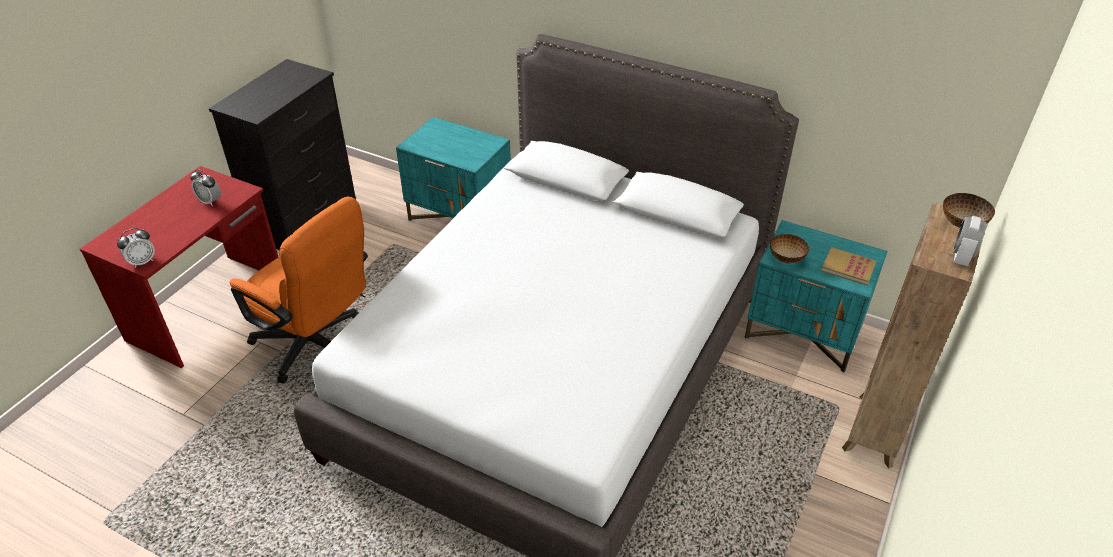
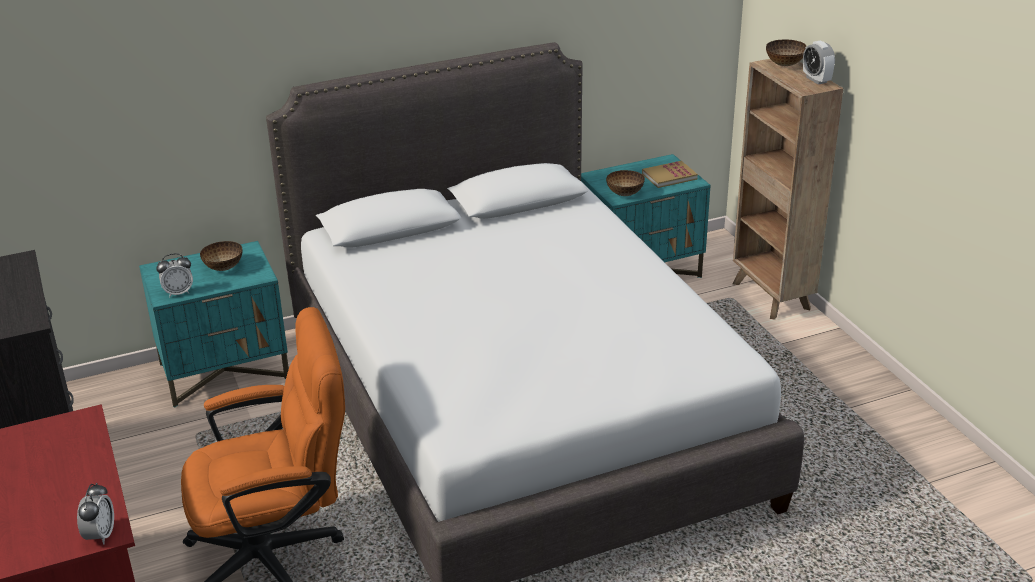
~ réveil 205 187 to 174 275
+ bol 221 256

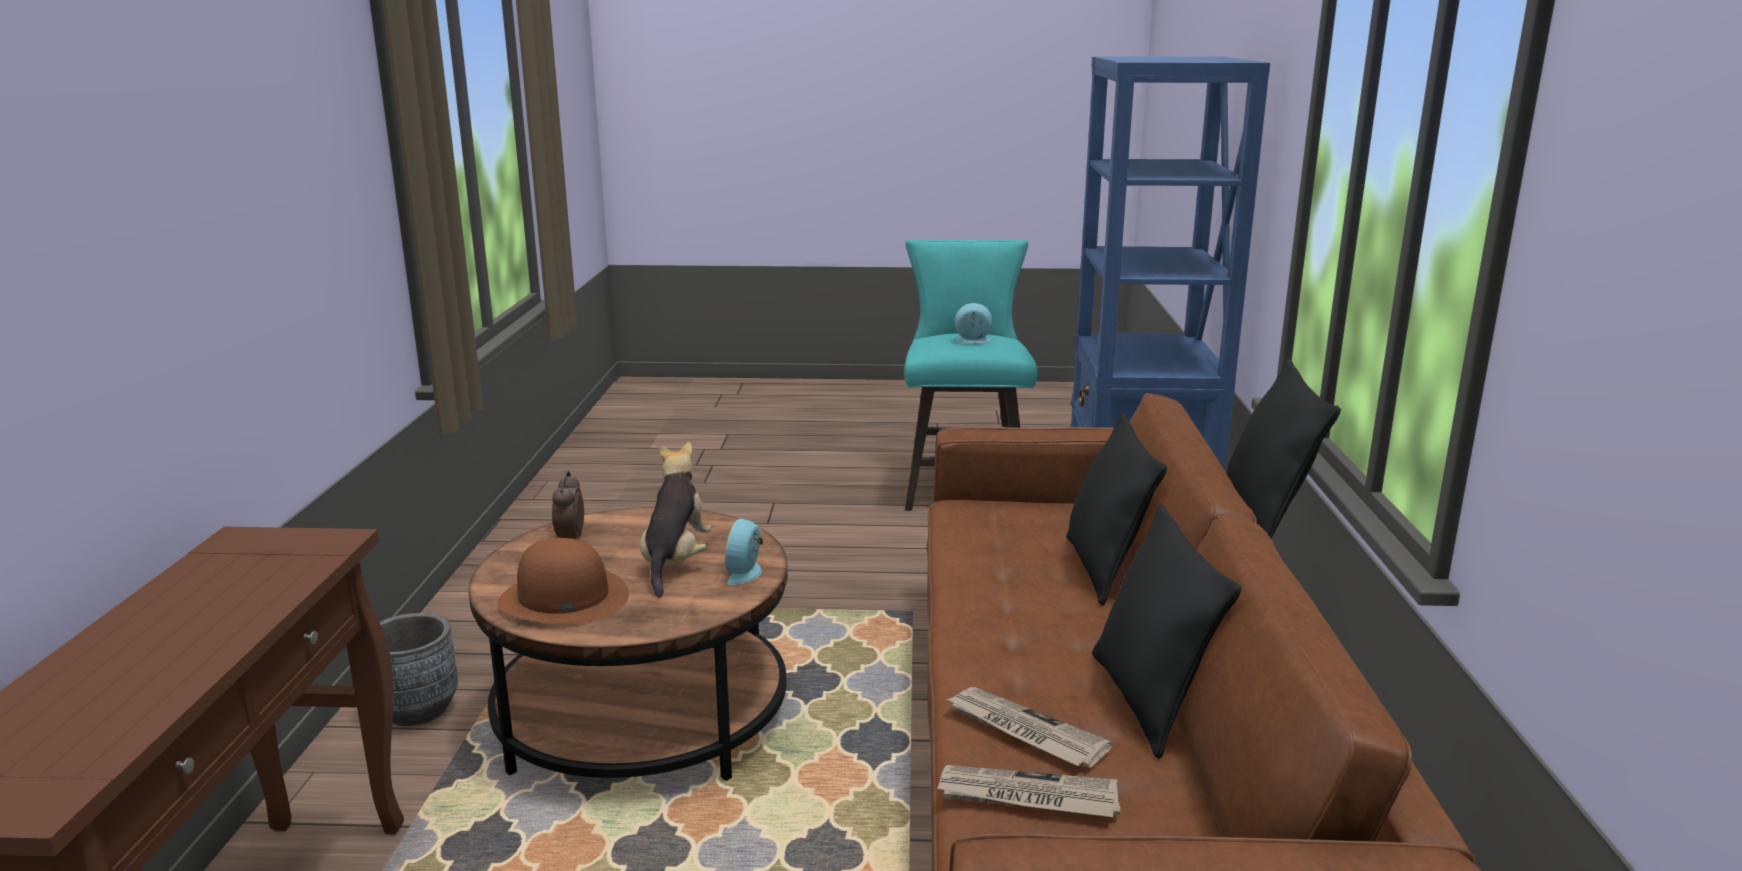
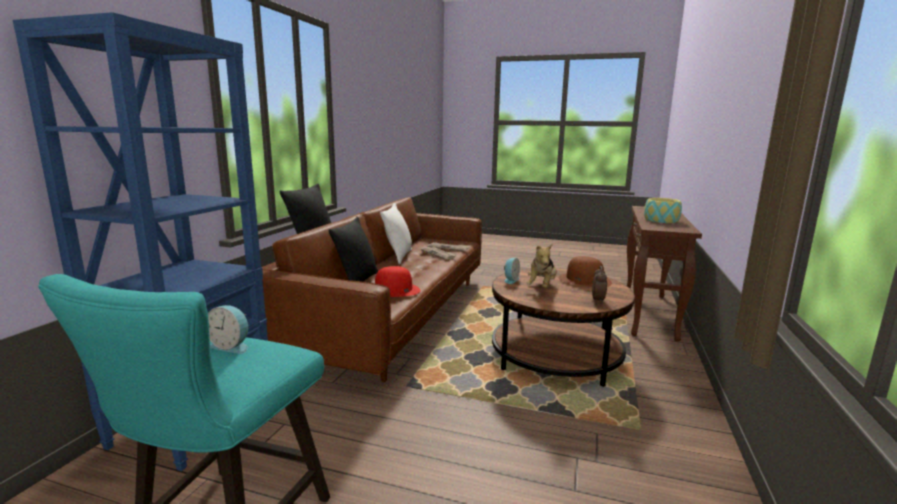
- cache-pot (gris) 419 669
~ coussin (noir) 1167 631 to coussin (blanc) 396 233
+ chapeau (rouge) 398 281
+ bol 663 210

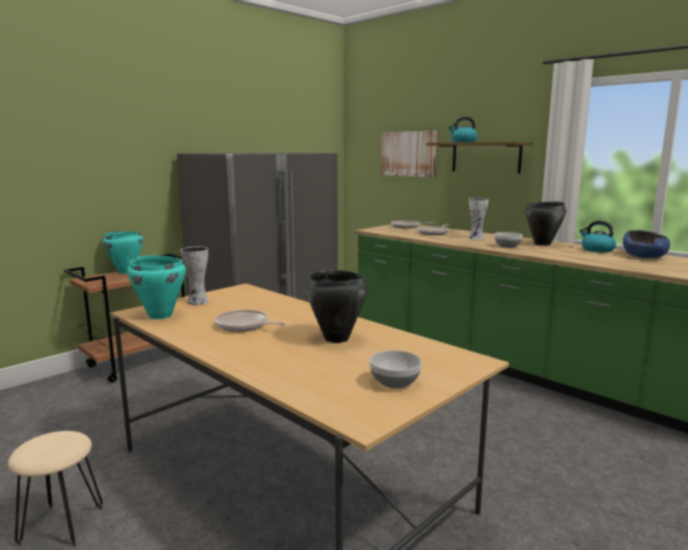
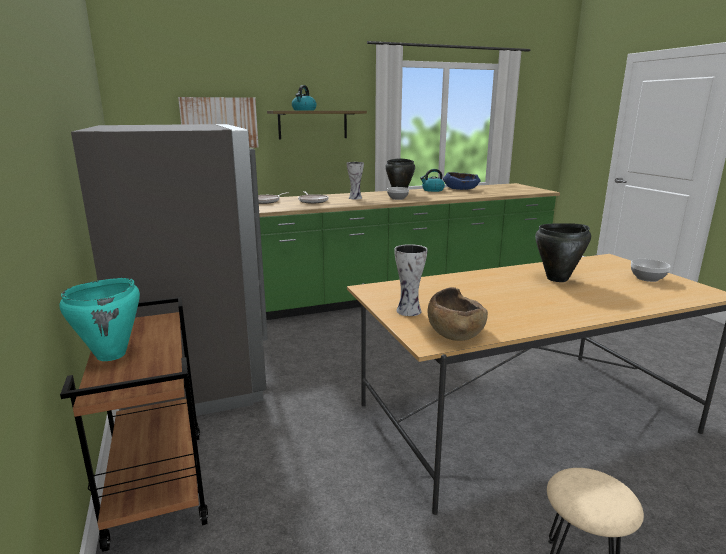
~ marmite (turquoise) 156 287 to bol (marron) 458 314
- poêle 250 321

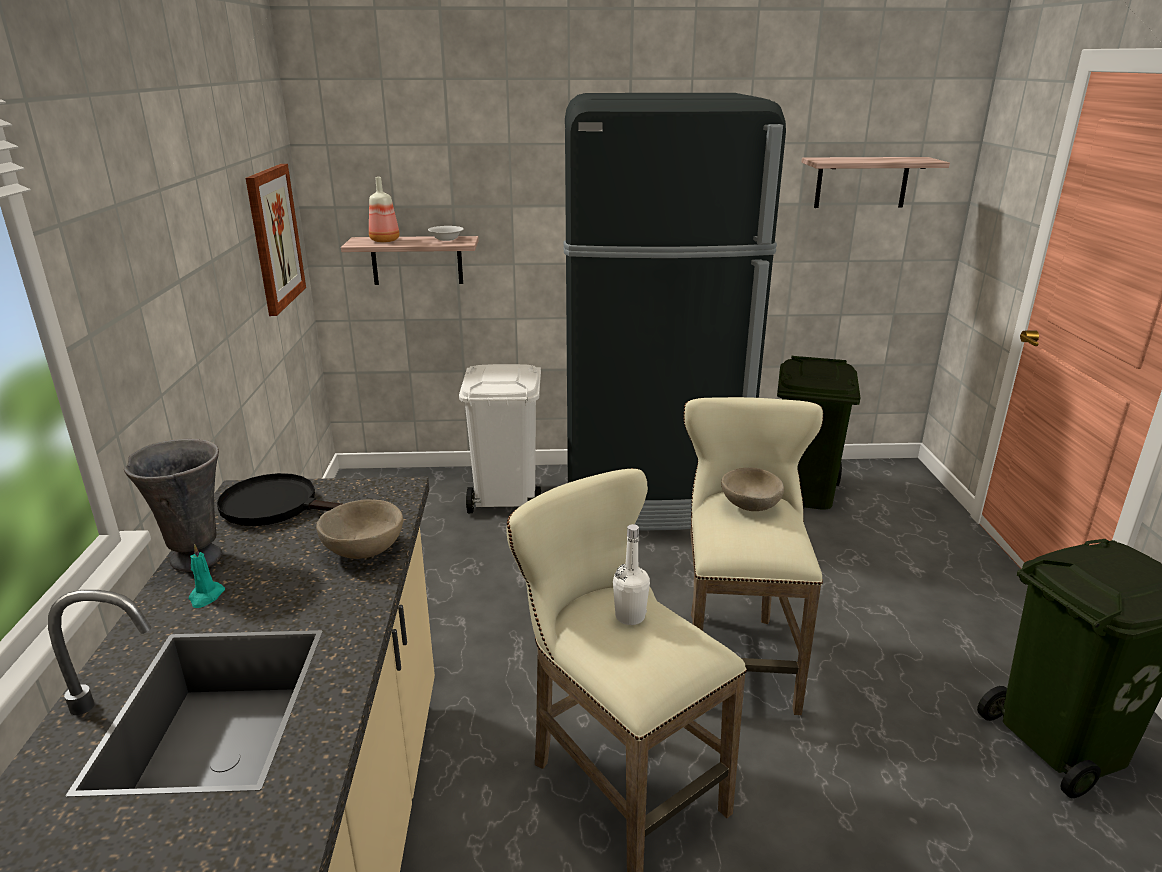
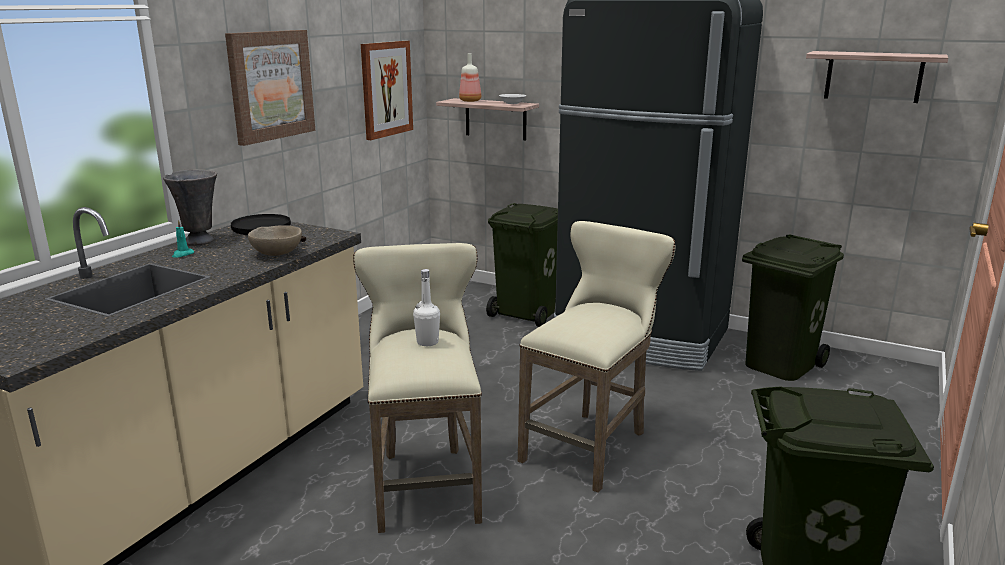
~ poubelle (blanc) 500 438 to poubelle (vert) 522 265
- bol (beige) 752 489
+ tableau 270 88

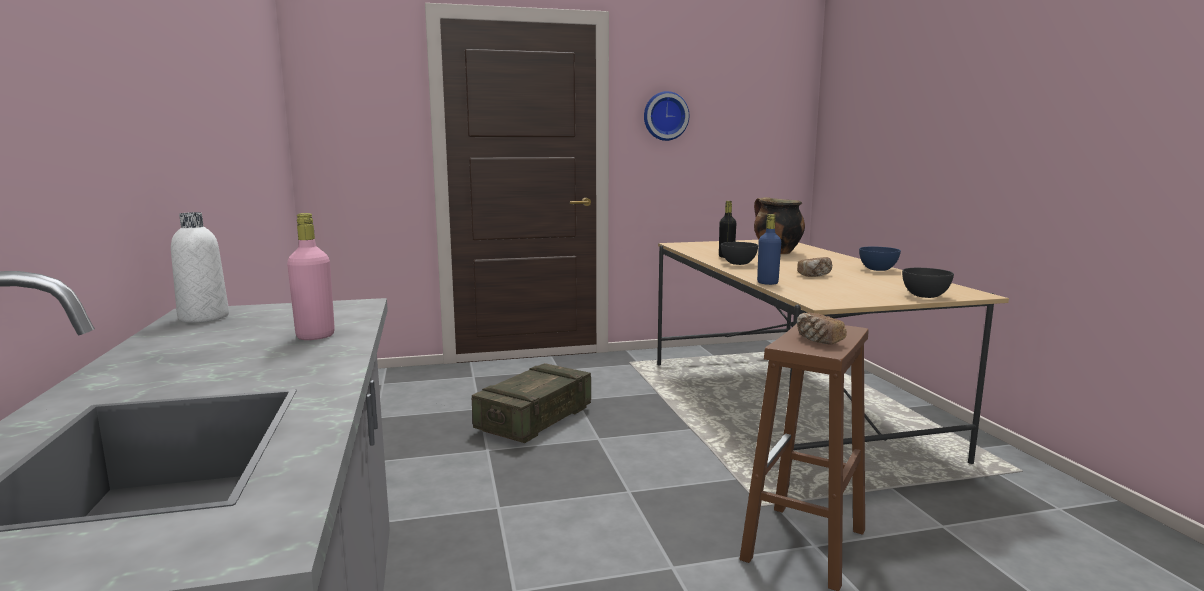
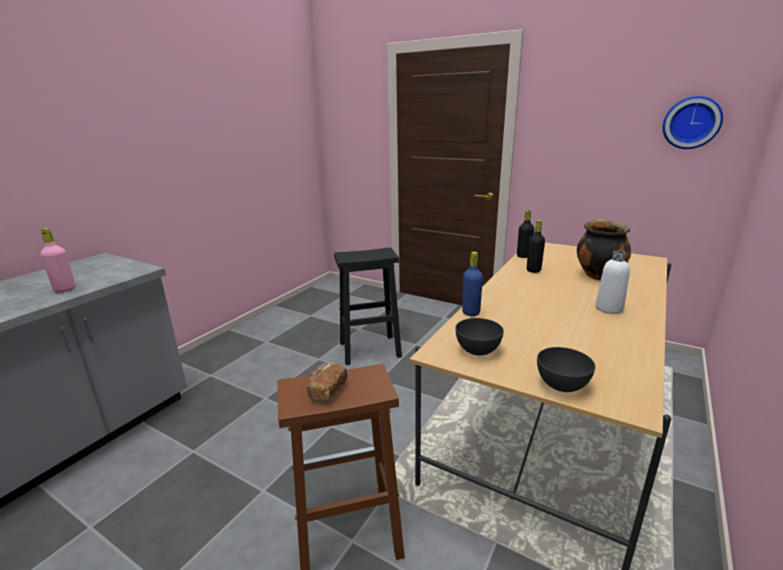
~ bouteille (blanc) 200 267 to 612 282
~ caisse 531 403 to tabouret (noir) 368 306
~ horloge murale 666 116 to 693 122
~ bol (gris) 739 253 to 479 337
- pain 814 267
- bol (bleu) 880 259
+ bouteille (noir) 525 234

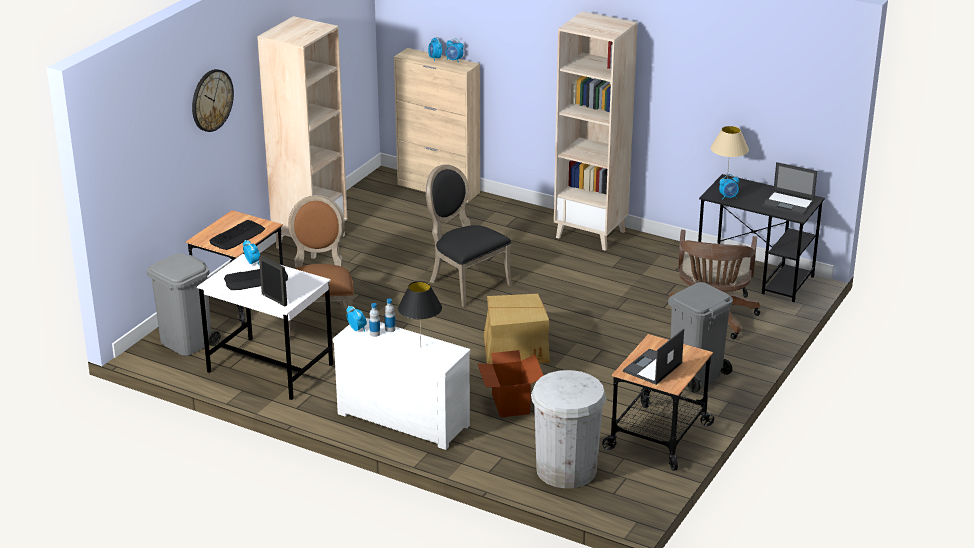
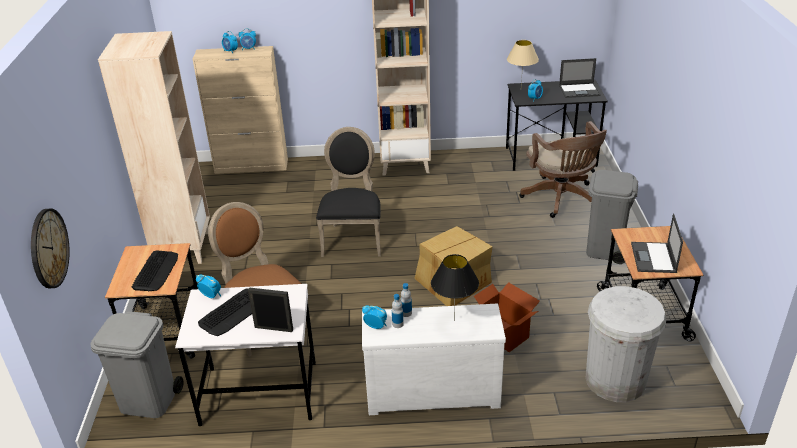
~ horloge murale 213 100 to 50 248
~ chaise (noir) 469 235 = 348 192 75 degrees clockwise

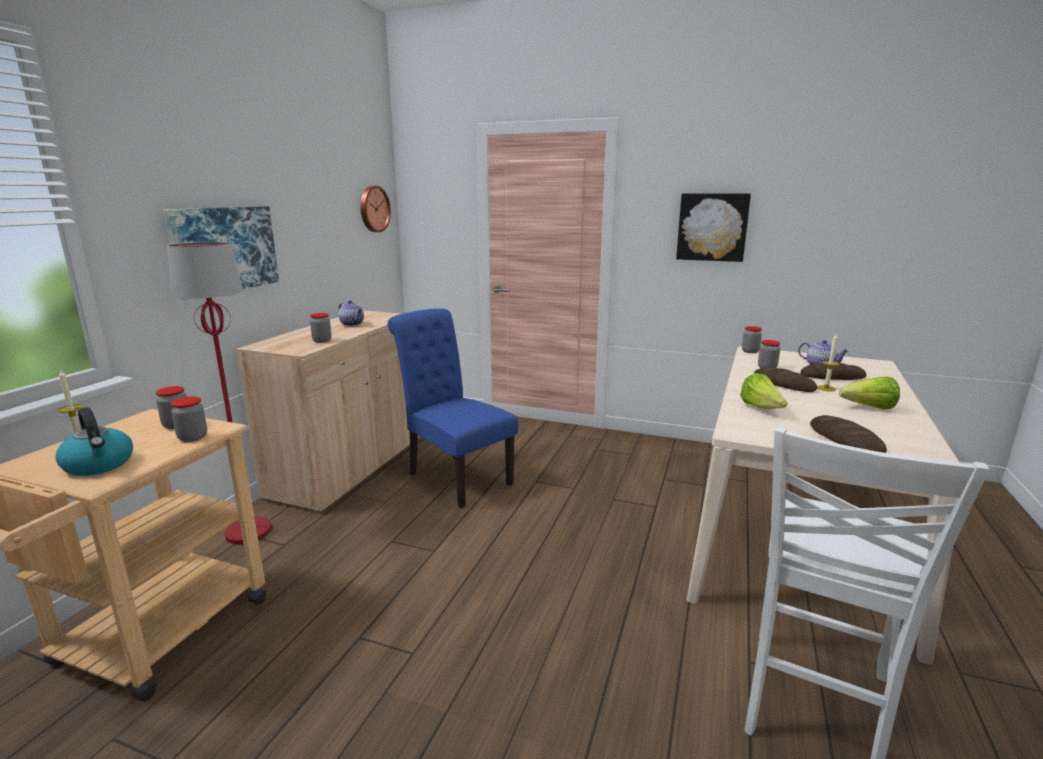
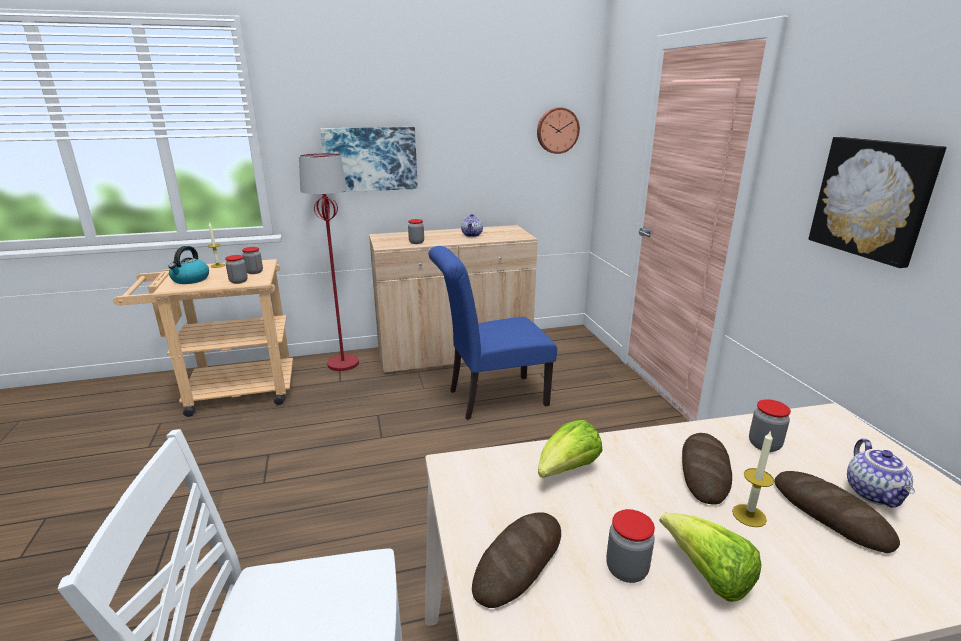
~ chaise (bleu) 453 408 = 493 333 120 degrees counterclockwise
~ bocal 752 339 to 630 546

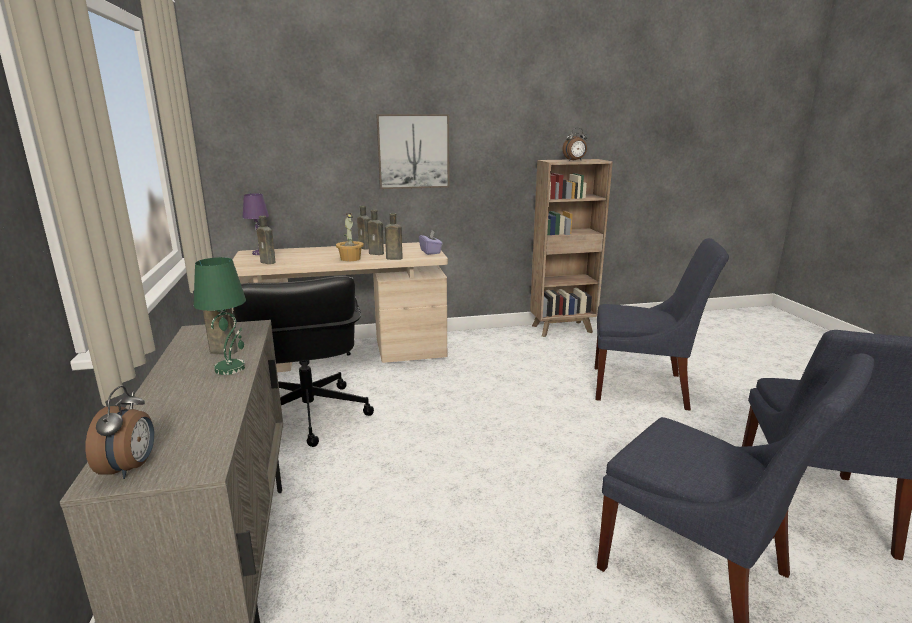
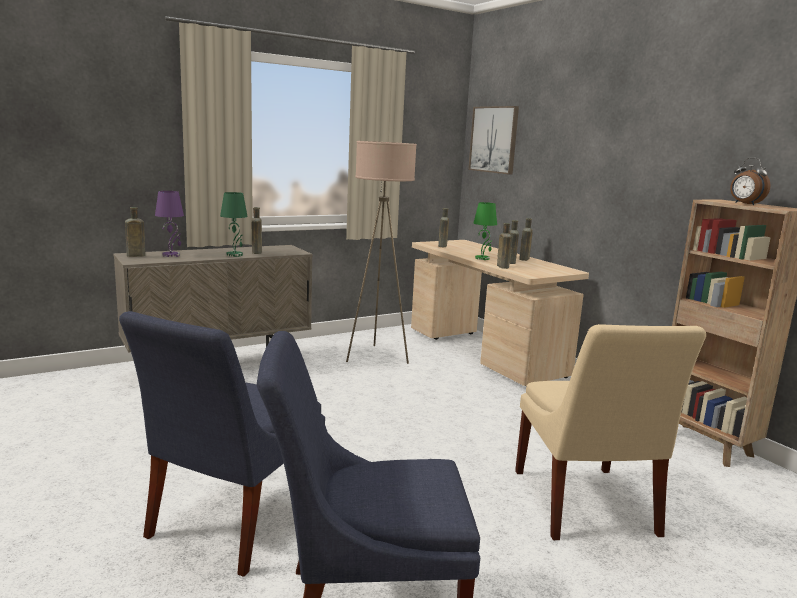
~ réveil 119 432 to bouteille (marron) 135 232
~ chaise de bureau (noir) 303 361 to lampadaire (beige) 381 252
~ lampe de table (violet) 256 224 to 169 224
~ plante en pot 350 237 to lampe de table (vert) 485 231
~ tableau 412 151 to 493 140
- boîte à mouchoirs (violet) 431 242
~ chaise (bleu) 662 324 to chaise (beige) 610 432

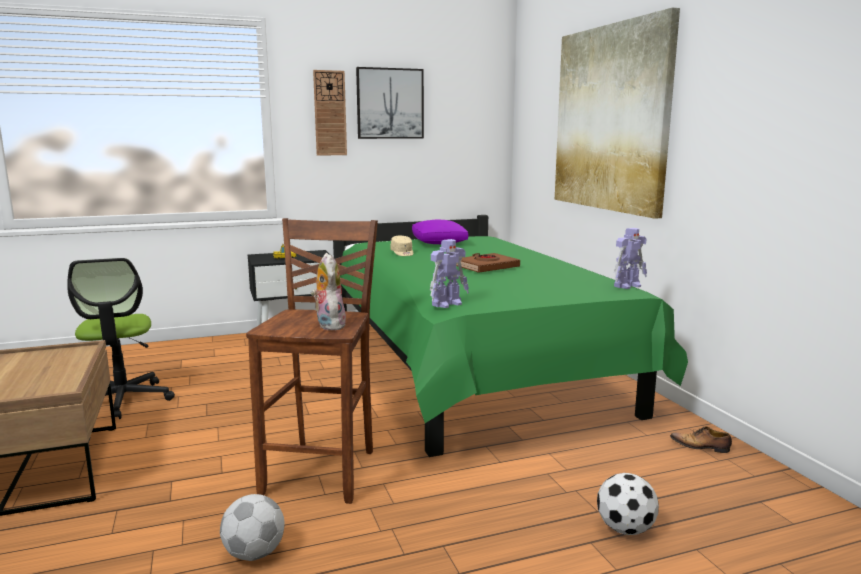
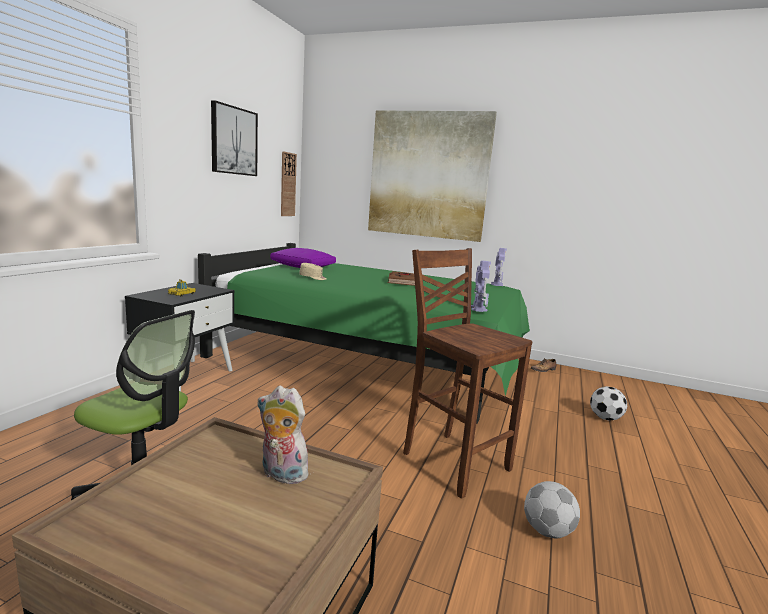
~ peluche 328 291 to 282 435
~ horloge murale 330 113 to 289 183

